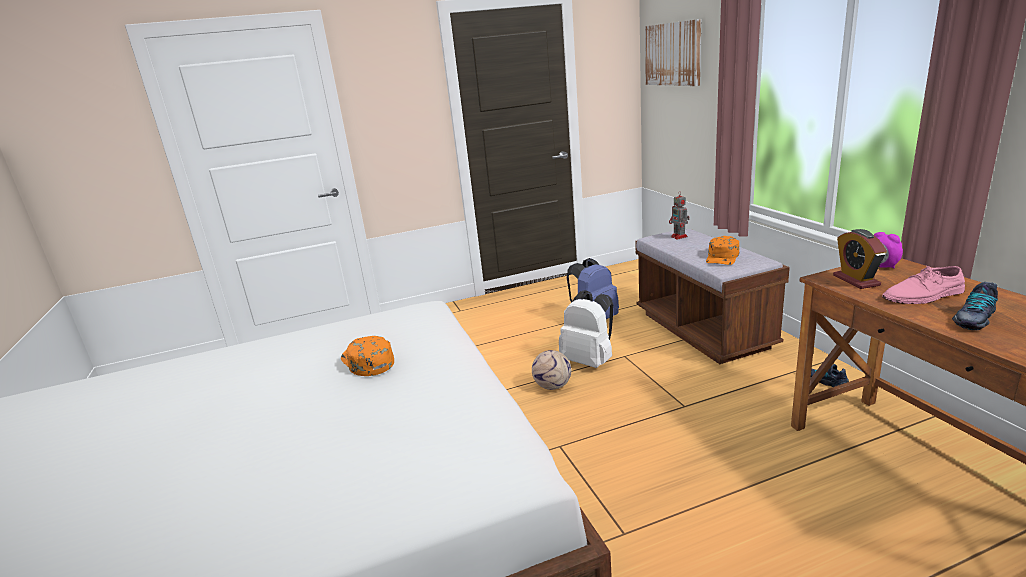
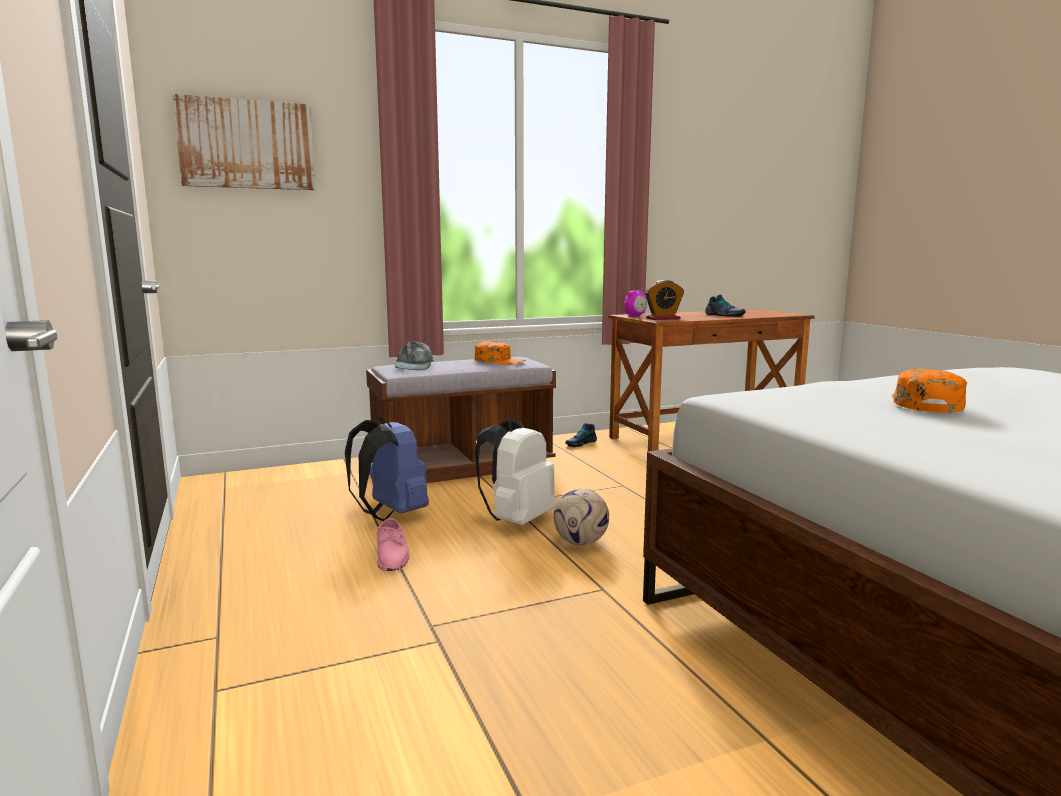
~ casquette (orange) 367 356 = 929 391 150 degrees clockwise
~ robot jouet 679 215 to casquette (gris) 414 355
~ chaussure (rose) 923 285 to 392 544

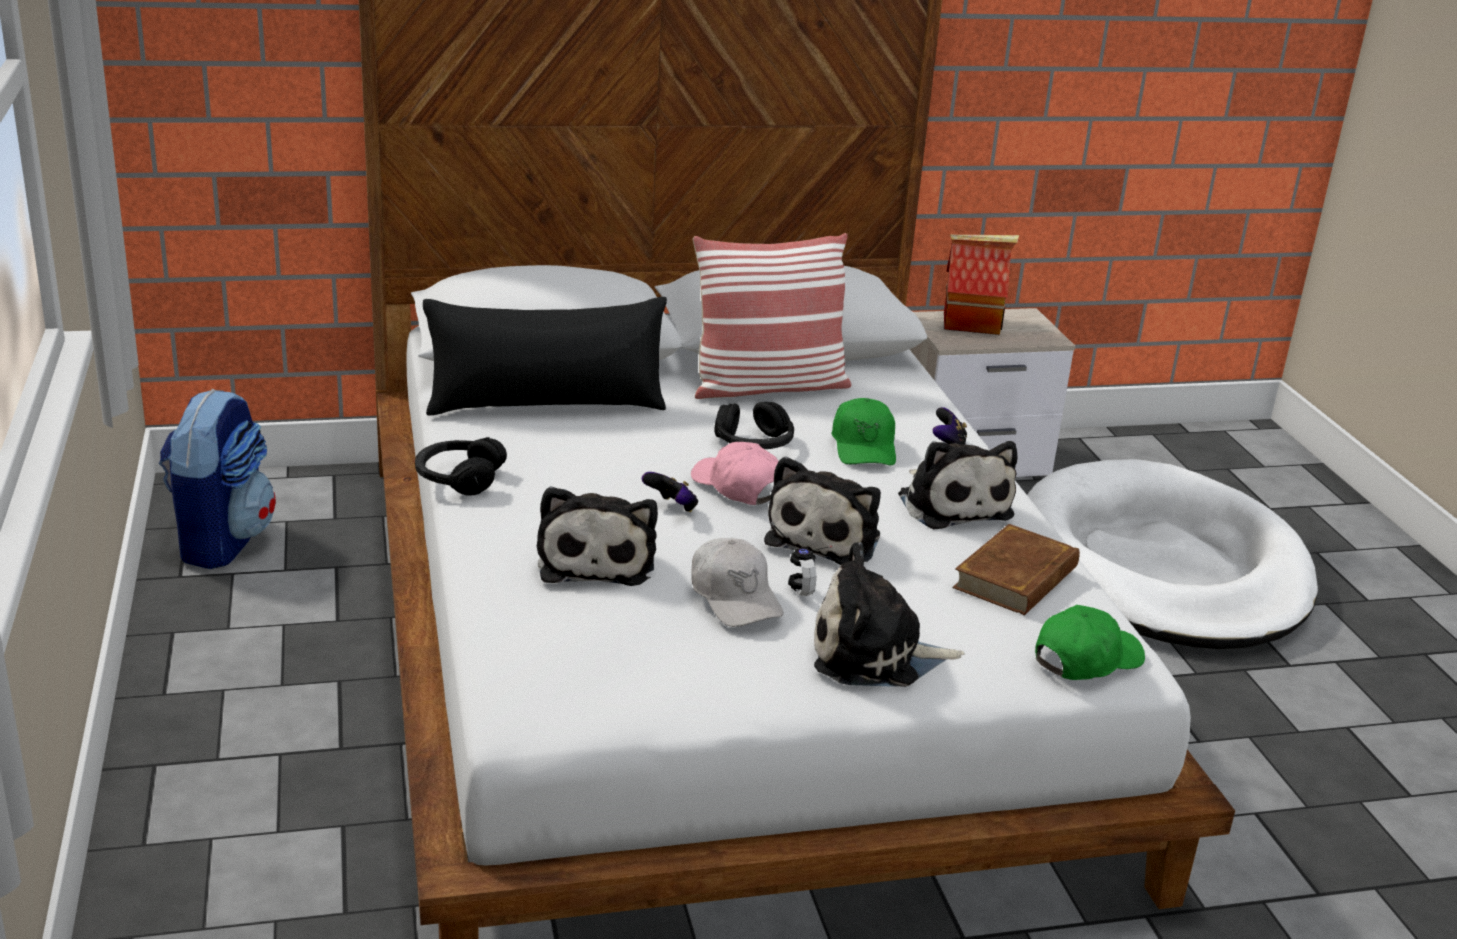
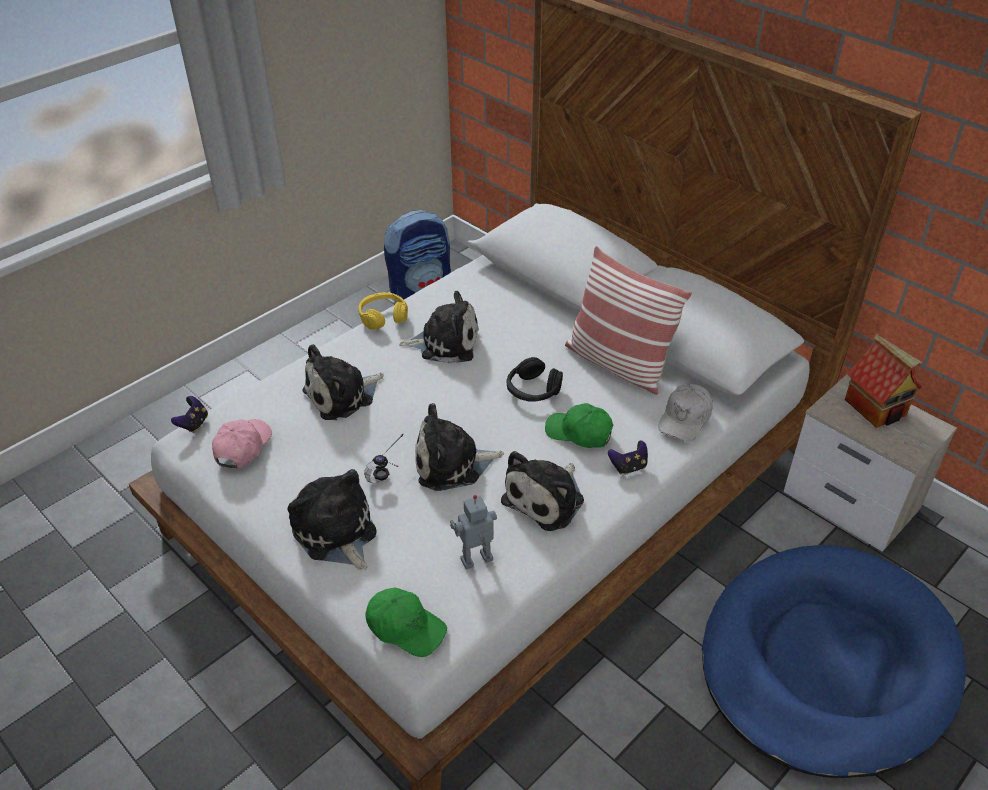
~ casque audio (noir) 461 466 to casque audio (jaune) 383 311
- coussin (noir) 545 356
~ manette 670 492 to 189 414
~ casquette (rose) 735 473 to 242 443
~ casquette (blanc) 737 582 to 685 413
~ casquette (vert) 863 431 = 579 425 60 degrees clockwise
~ livre (marron) 1016 569 to robot jouet 473 532
~ panier pour chien (blanc) 1172 554 to panier pour chien (bleu) 834 661
+ peluche 439 327

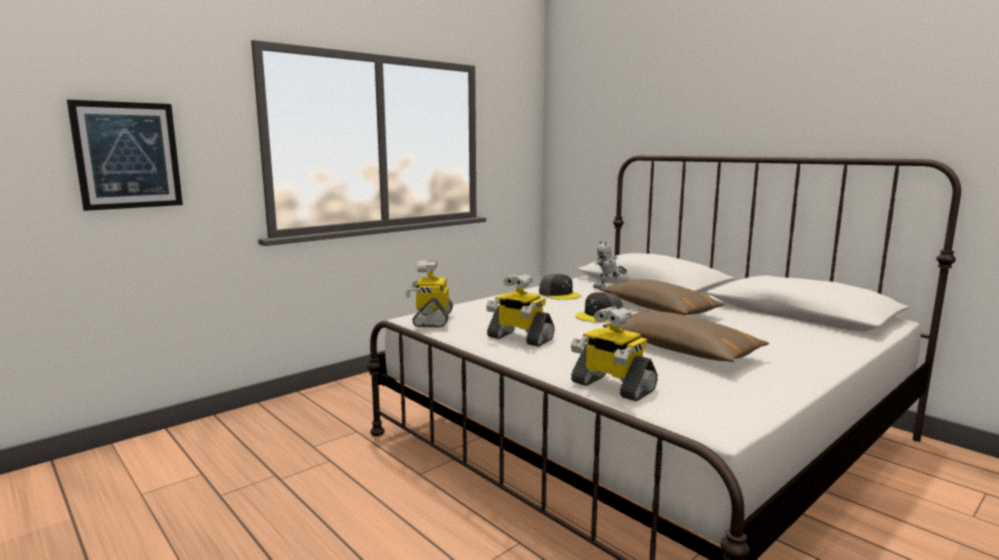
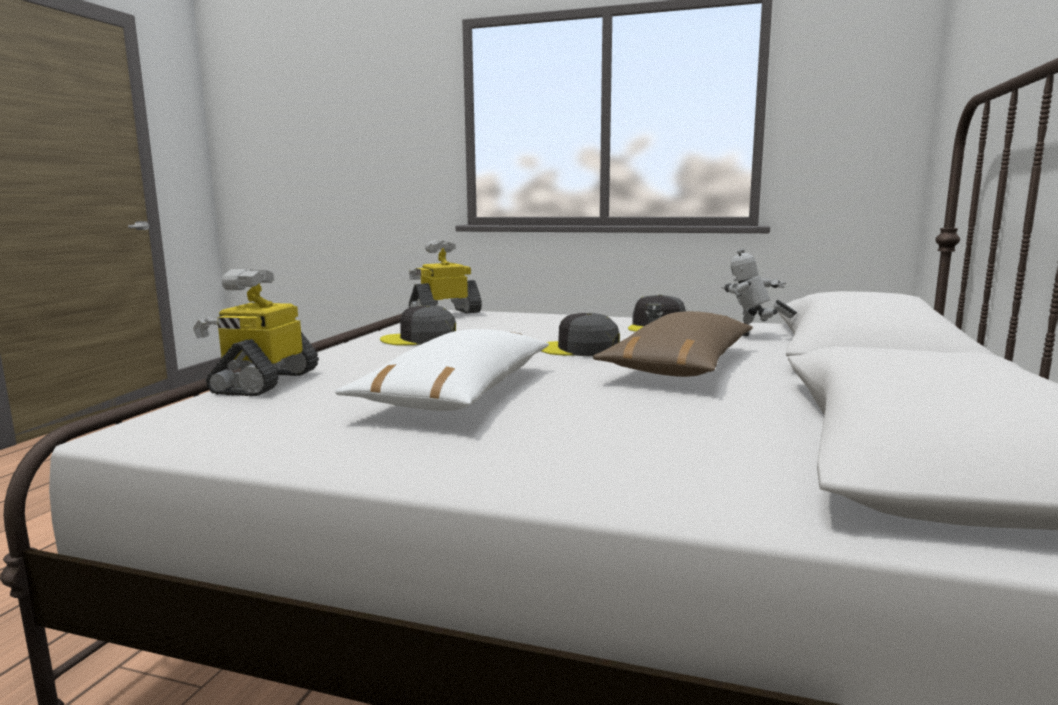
- tableau 125 155
~ robot jouet 520 310 to casquette (gris) 418 325
~ coussin (marron) 686 336 to coussin (blanc) 442 370

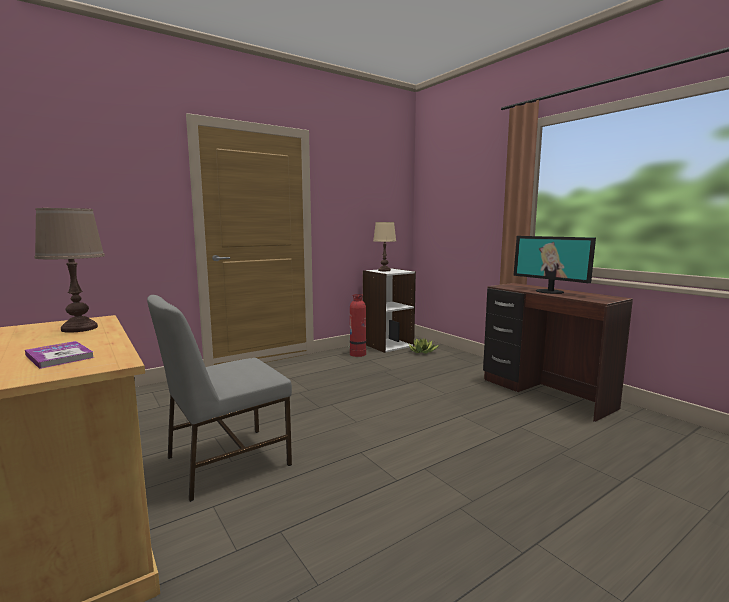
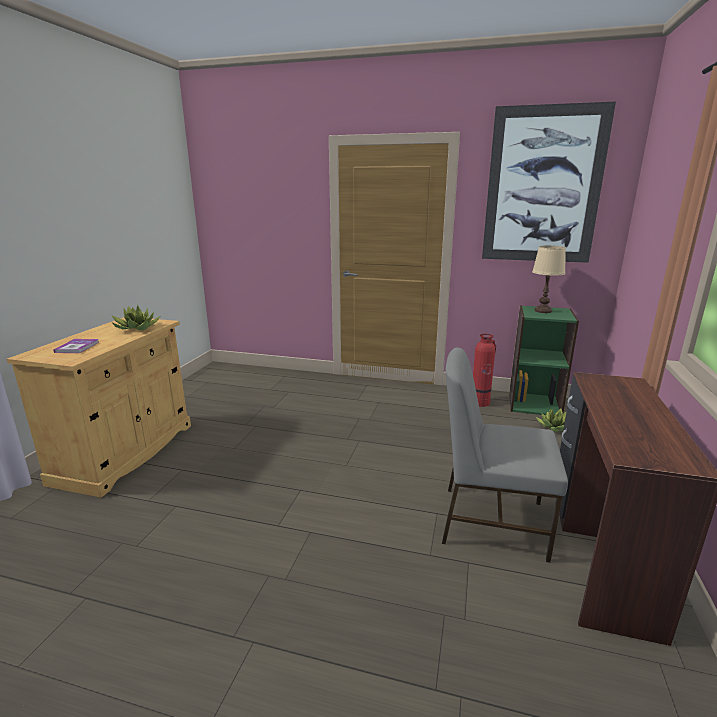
~ lampe de table (marron) 69 270 to plante en pot 136 317
~ chaise (gris) 219 398 to 505 455
~ bibliothèque (blanc) 389 310 to bibliothèque (vert) 544 360
- écran d'ordinateur 554 265
+ tableau 549 182

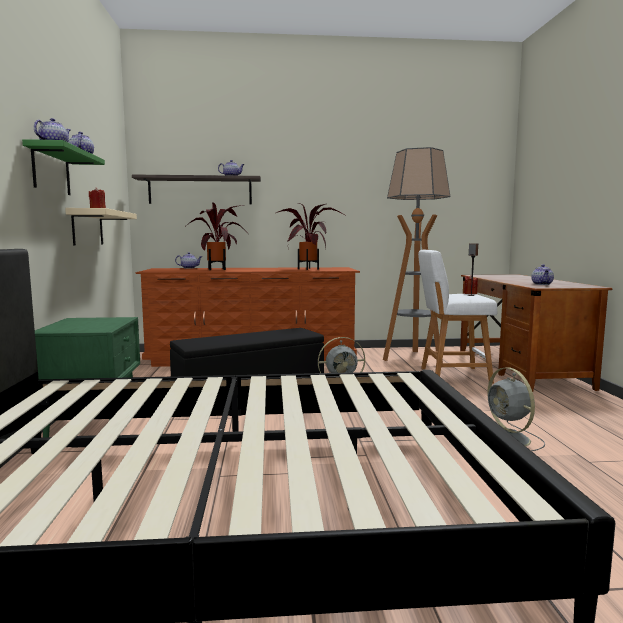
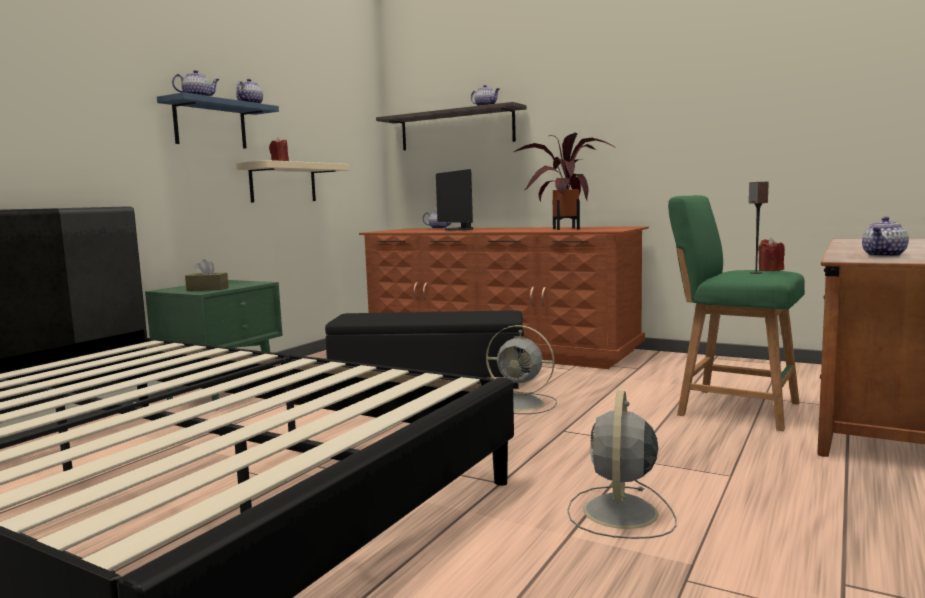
~ étagère (vert) 63 167 to étagère (bleu) 218 120
~ plante en pot 215 236 to écran d'ordinateur 454 200
- lampadaire 416 255
~ tabouret (blanc) 457 317 to tabouret (vert) 736 313
+ boîte à mouchoirs (marron) 207 275

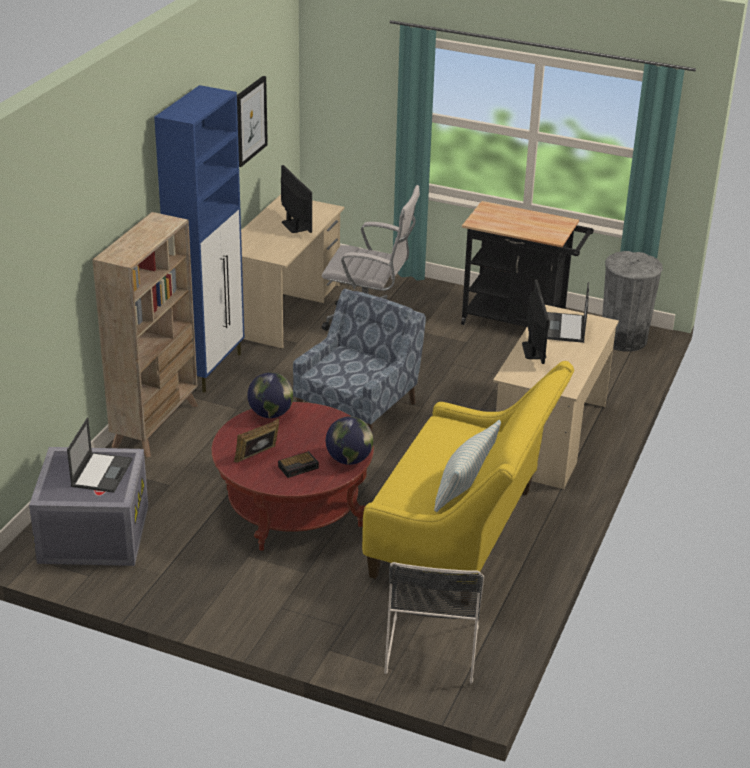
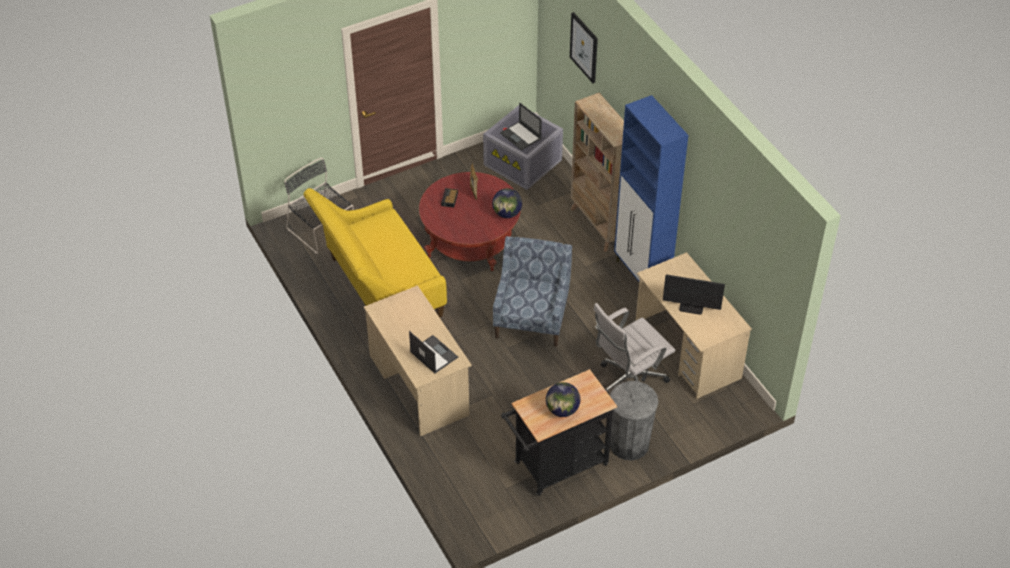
~ tableau 252 121 to 584 47
~ fauteuil (bleu) 359 360 = 532 291 150 degrees counterclockwise
~ globe 350 441 to 563 399
- coussin 467 466
- écran d'ordinateur 535 322
~ poubelle (gris) 632 301 to 634 420

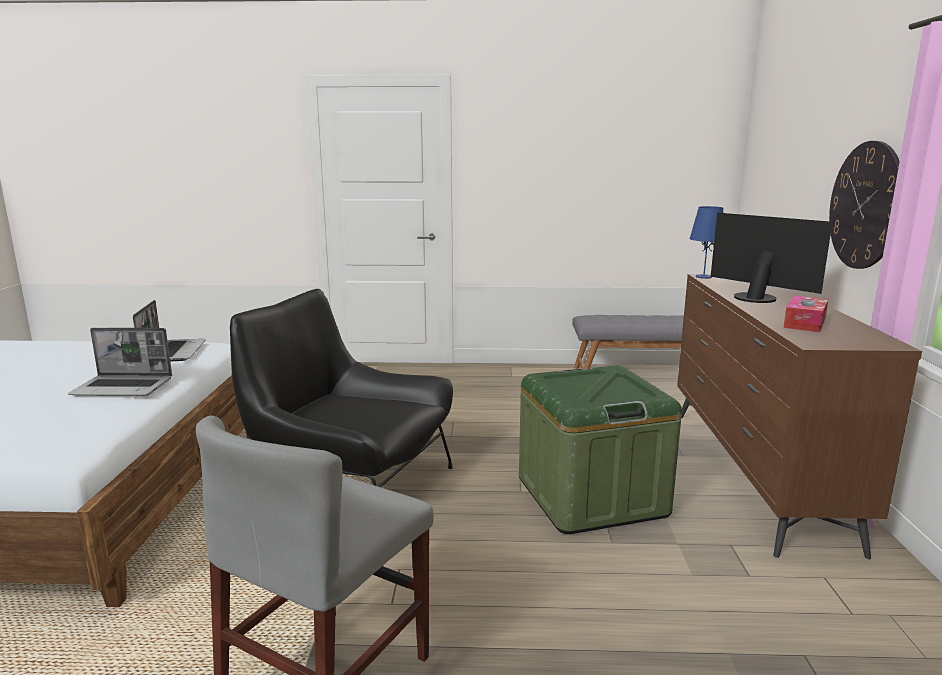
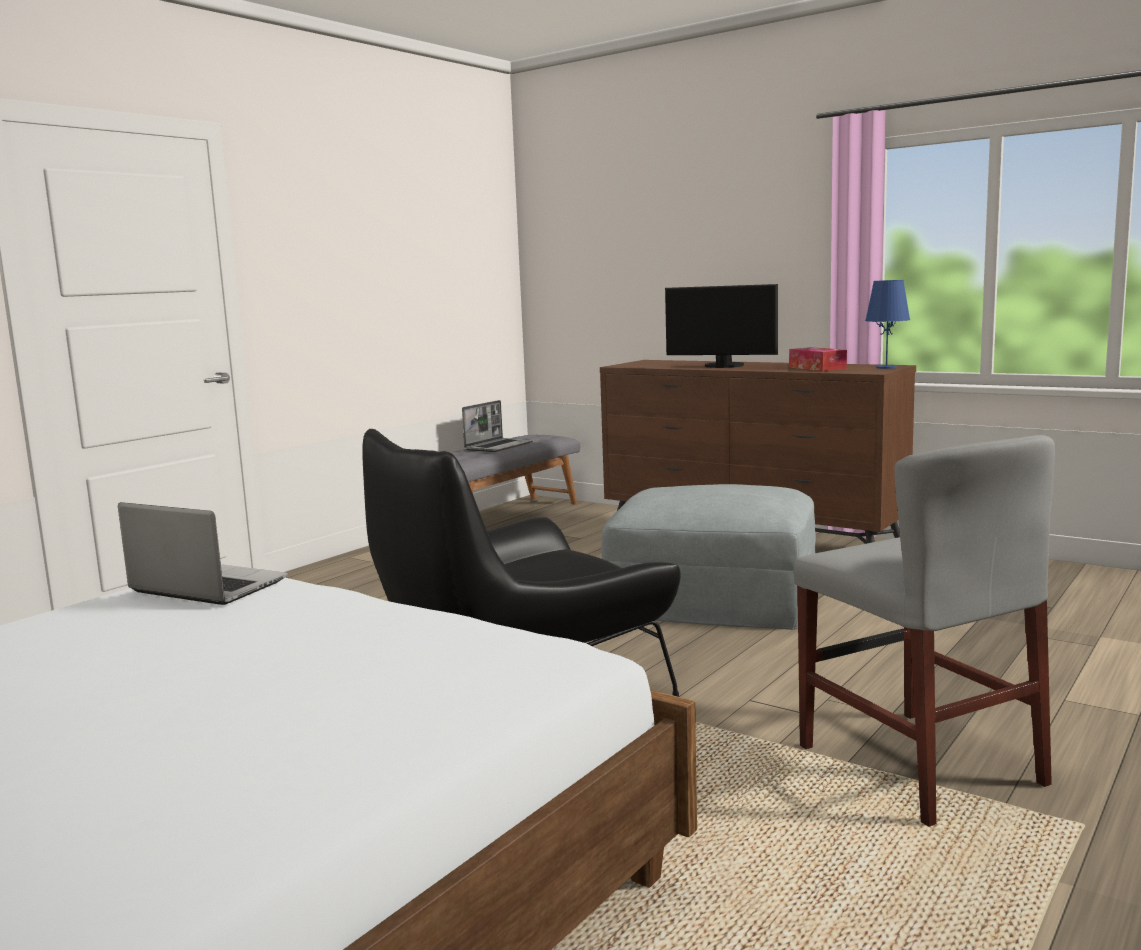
~ ordinateur portable 120 362 to 497 426
~ boîte de rangement (vert) 600 449 to pouf (gris) 708 557
~ lampe de table (bleu) 706 242 to 887 324
~ écran d'ordinateur 771 258 = 721 326 150 degrees counterclockwise
- horloge murale 864 205

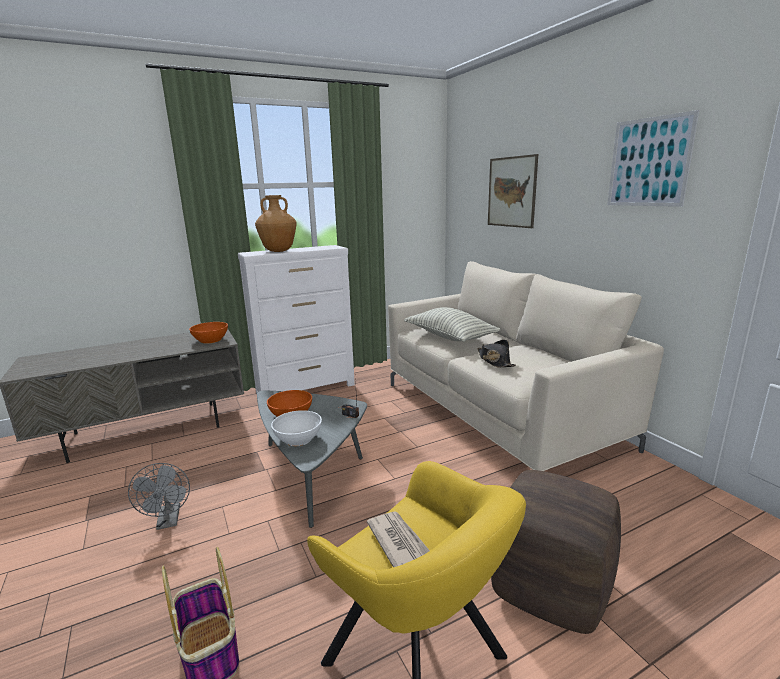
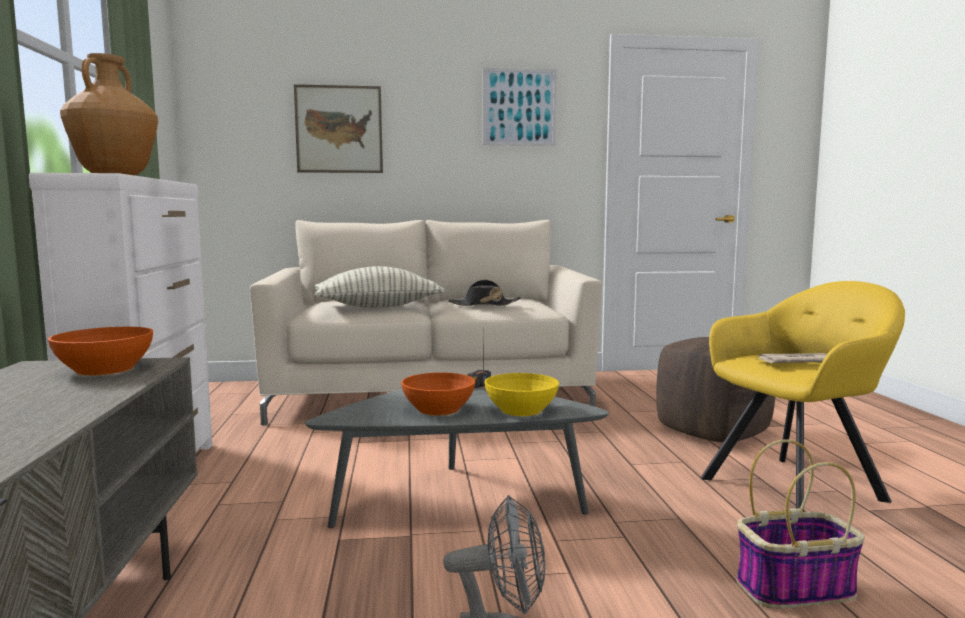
~ bol (blanc) 296 428 to bol (jaune) 522 394

